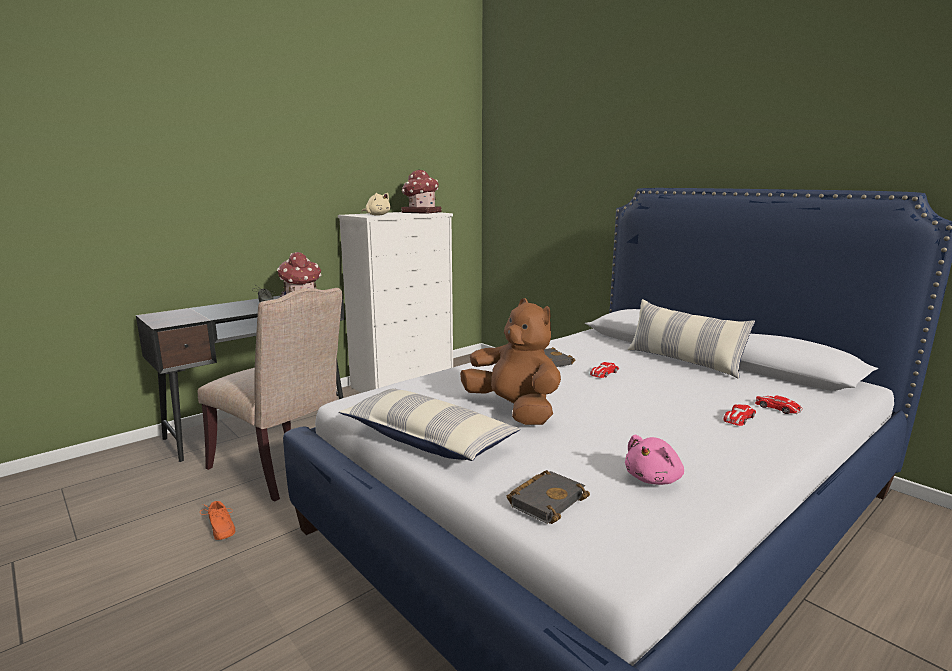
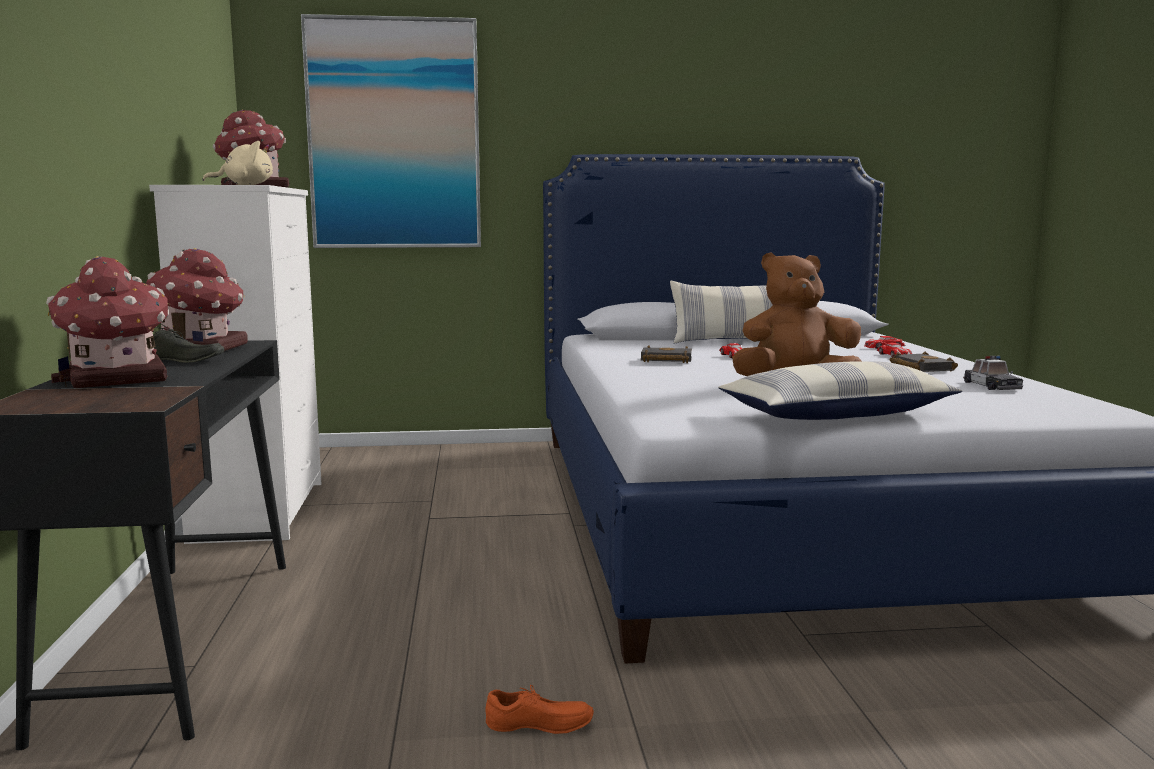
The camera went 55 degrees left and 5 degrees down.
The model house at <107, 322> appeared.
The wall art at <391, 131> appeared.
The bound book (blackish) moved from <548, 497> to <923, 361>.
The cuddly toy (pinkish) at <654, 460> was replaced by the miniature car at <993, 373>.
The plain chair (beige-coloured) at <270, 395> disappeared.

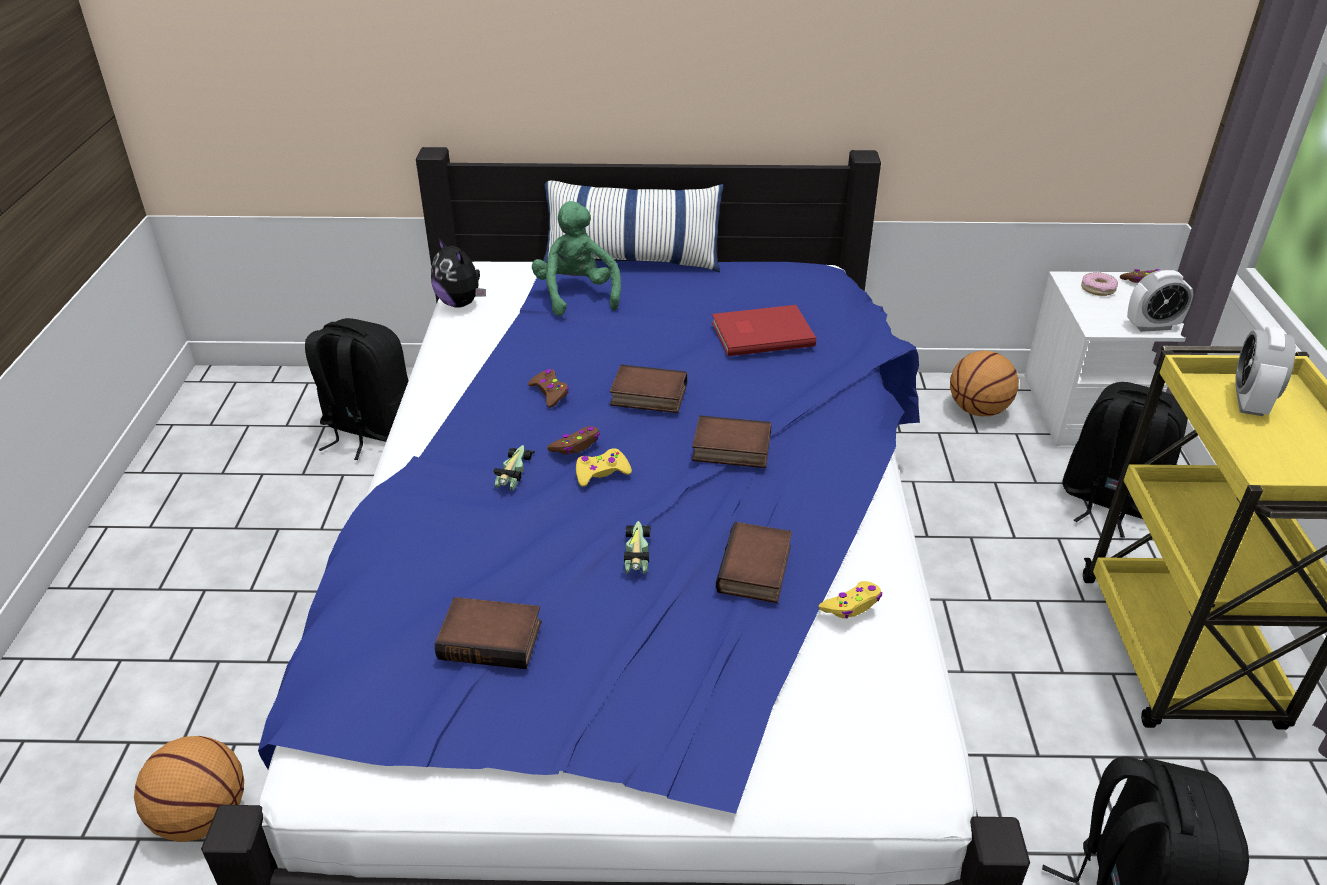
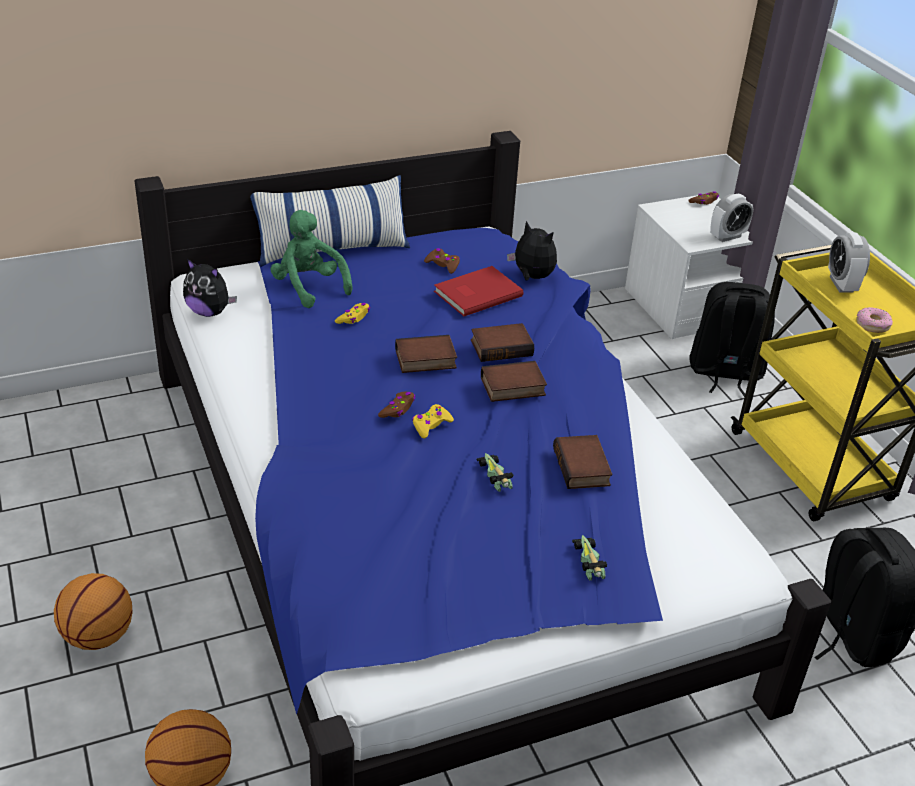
The camera went 25 degrees left and 0 degrees up.
The ball for basketball moved from <984, 383> to <93, 611>.
The joypad (yellowish) moved from <850, 600> to <352, 313>.
The joypad (brownish) moved from <548, 388> to <442, 261>.
The bound book moved from <488, 633> to <502, 342>.
The cuddly toy at <532, 250> appeared.
The miniature car moved from <514, 467> to <589, 557>.
The ring doughnut moved from <1099, 284> to <874, 320>.
The knapsack (blackish) at <357, 389> disappeared.

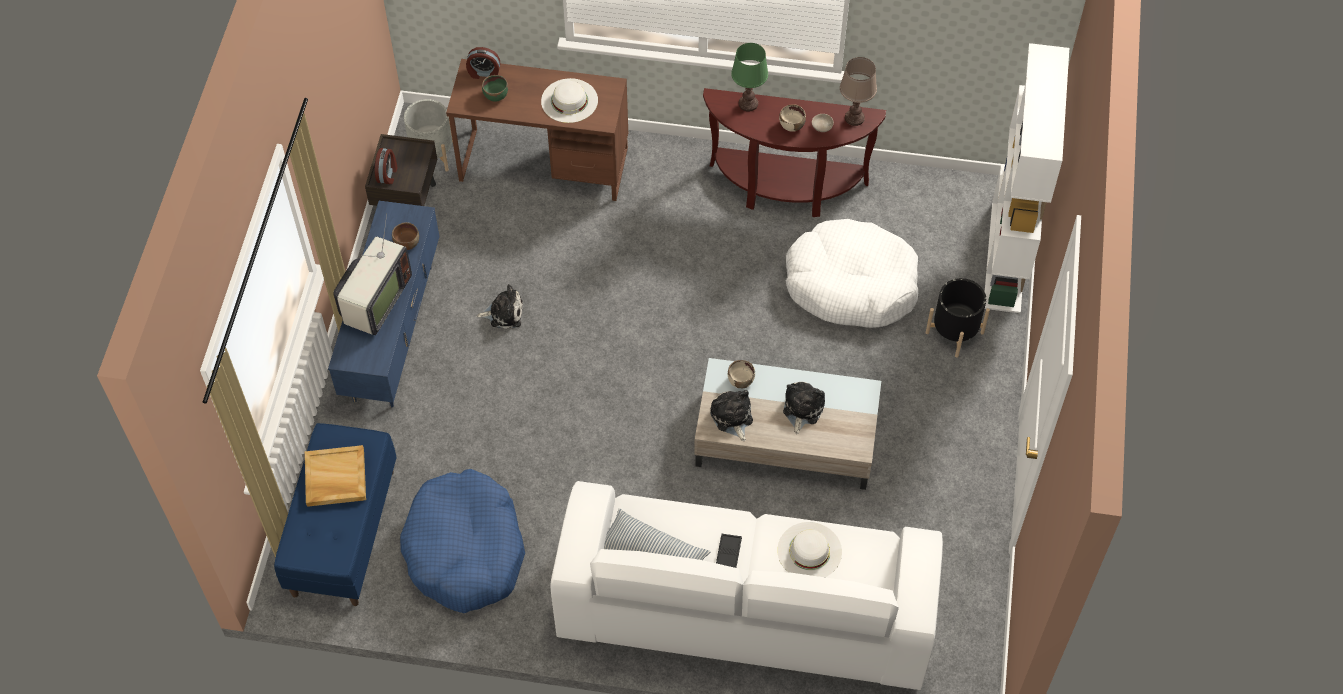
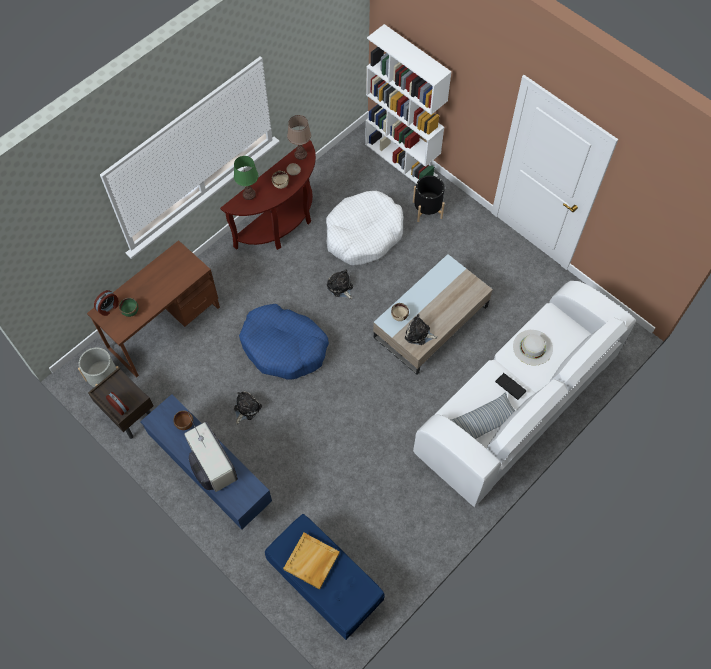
The camera went 55 degrees left and 5 degrees up.
The dog bed (blue) moved from <462, 541> to <284, 342>.
The cuddly toy moved from <804, 408> to <340, 284>.
The wearable hat (white-coloured) at <569, 100> disappeared.

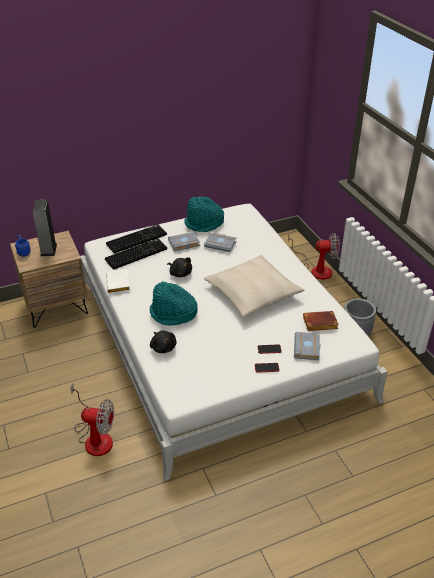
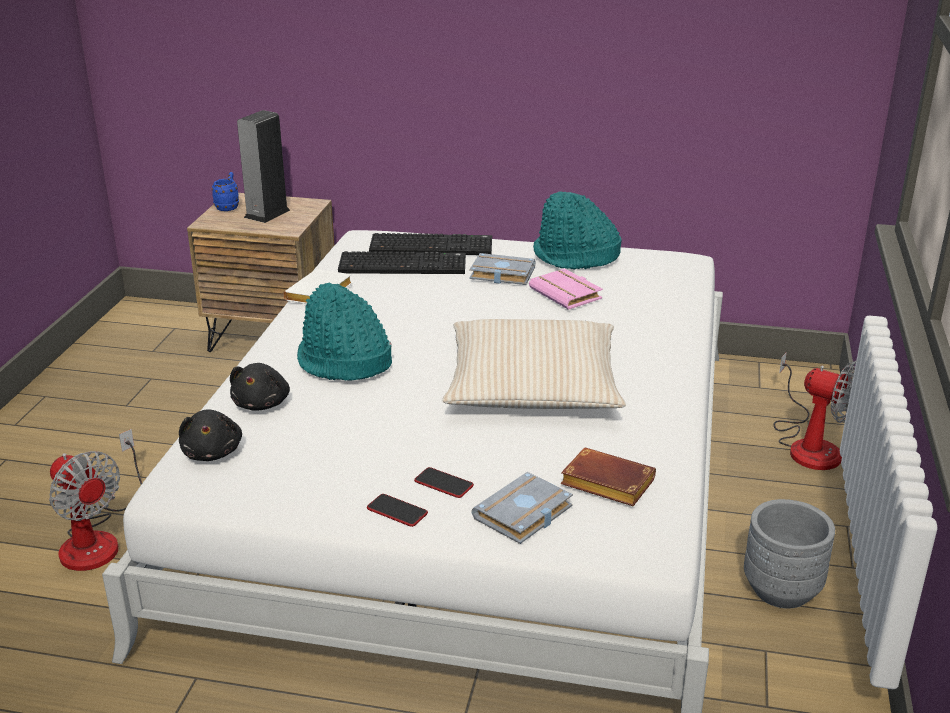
The camera went 35 degrees right and 10 degrees down.
The cuddly toy (blackish) moved from <179, 268> to <210, 435>.
The bound book (gray) at <220, 242> became the bound book (pinkish) at <566, 289>.

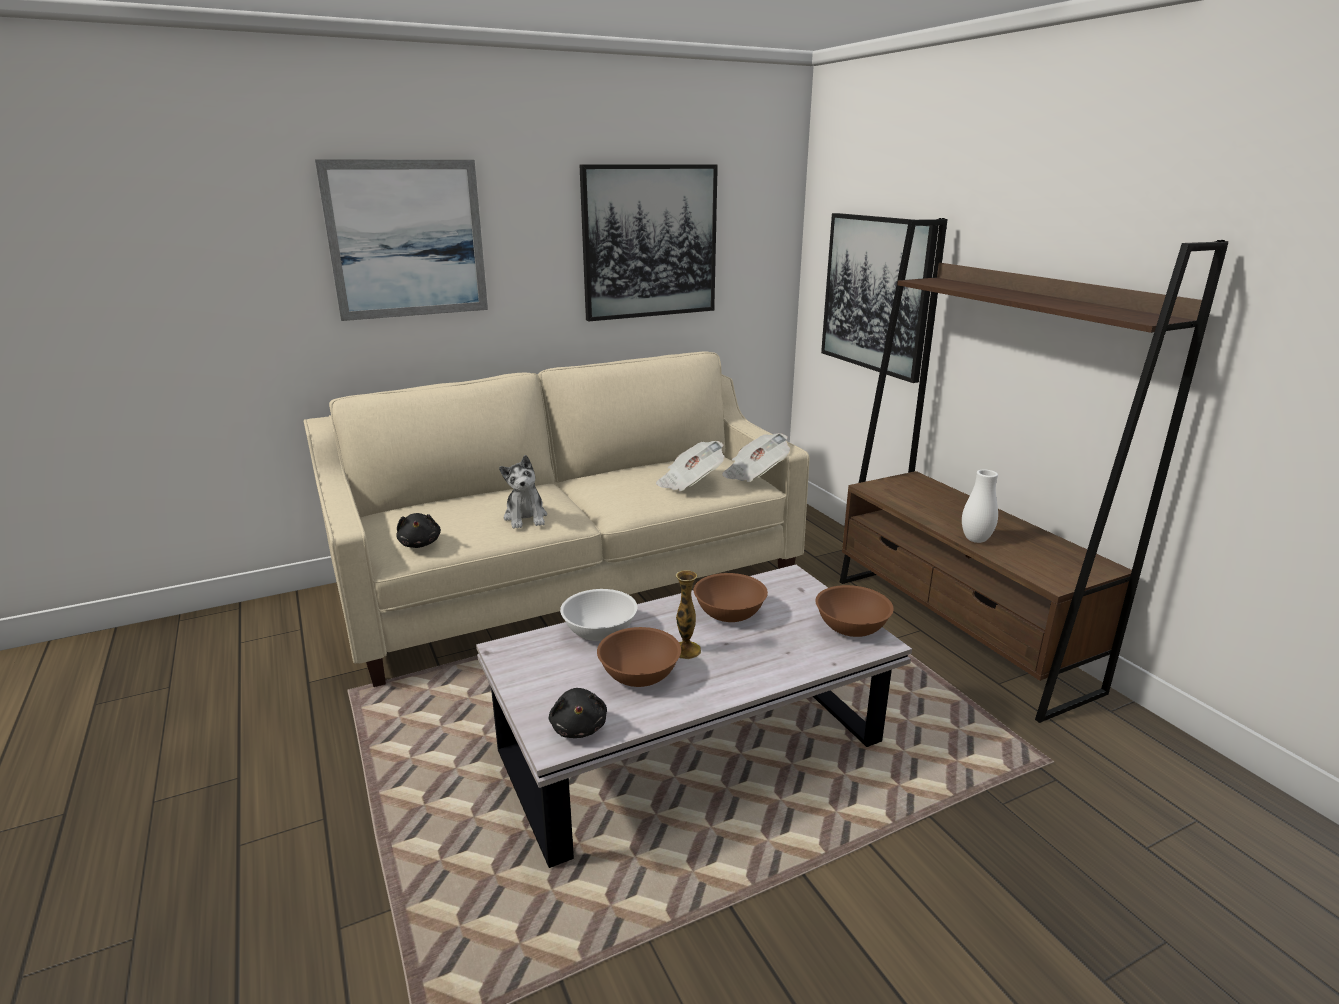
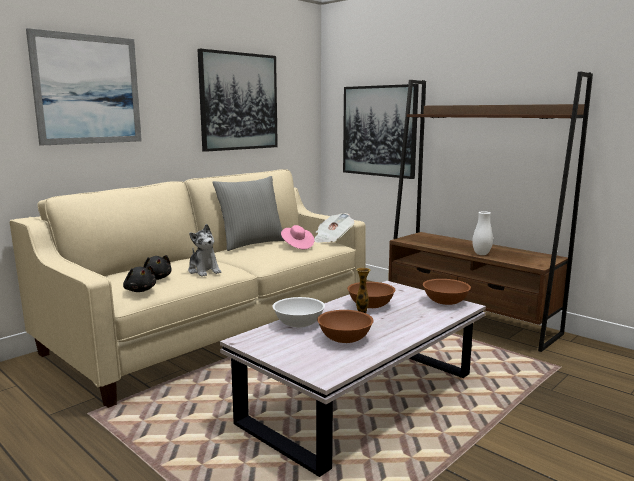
The camera went 20 degrees left and 10 degrees down.
The cuddly toy (blackish) moved from <578, 713> to <157, 267>.
The pillow (gray) at <248, 213> appeared.
The printed paper at <690, 466> was replaced by the wearable hat (pinkish) at <297, 237>.

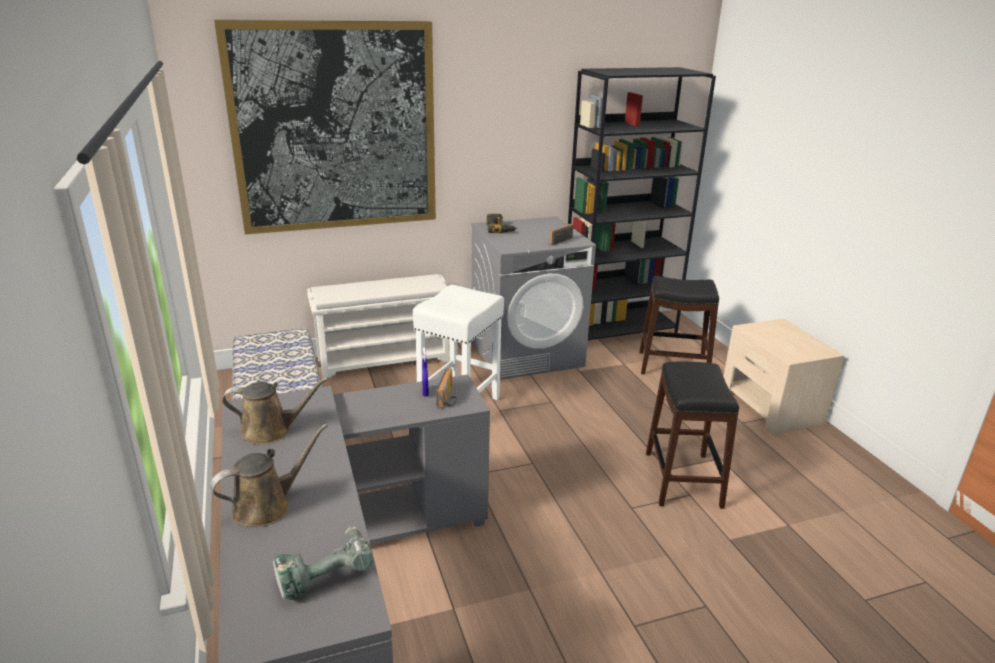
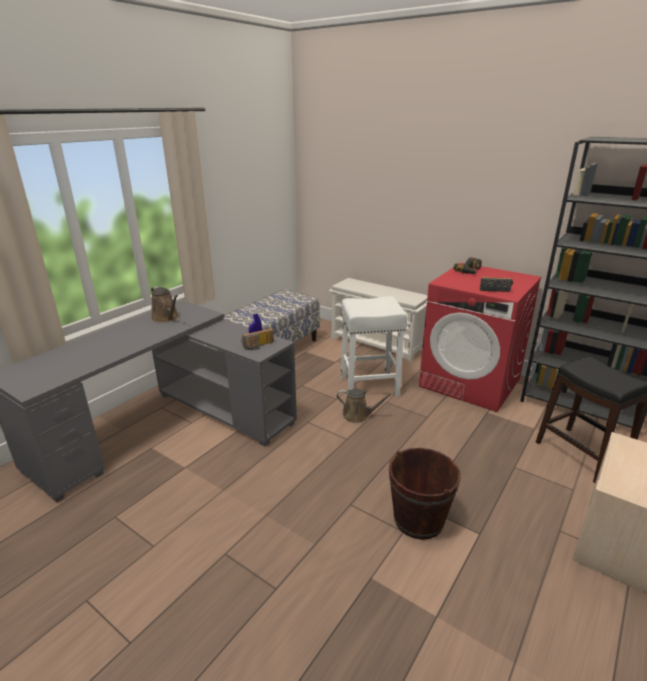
The camera went 55 degrees right and 0 degrees up.
The watering can (brownish) moved from <268, 475> to <365, 406>.
The stool seat (blackish) at <692, 435> was replaced by the water bucket (brownish) at <425, 494>.
The laundry machine (gray) at <533, 298> became the laundry machine (red-coloured) at <480, 337>.
The wall art at <325, 127> disappeared.
The electric drill at <323, 563> disappeared.

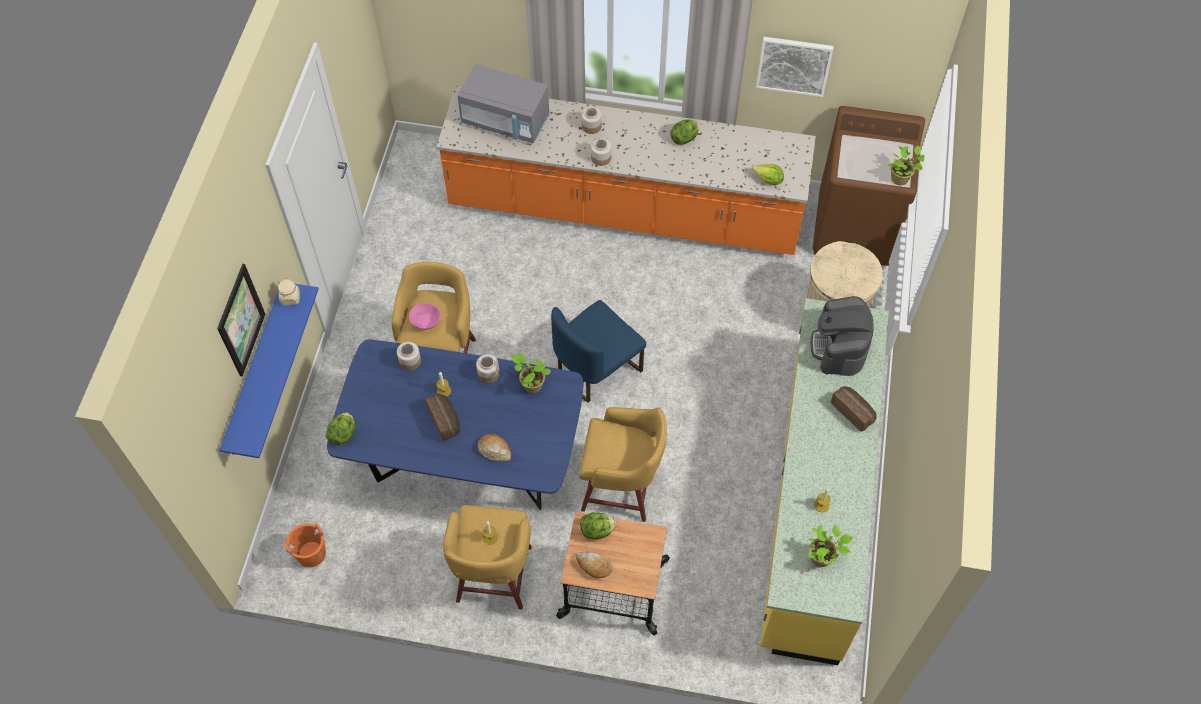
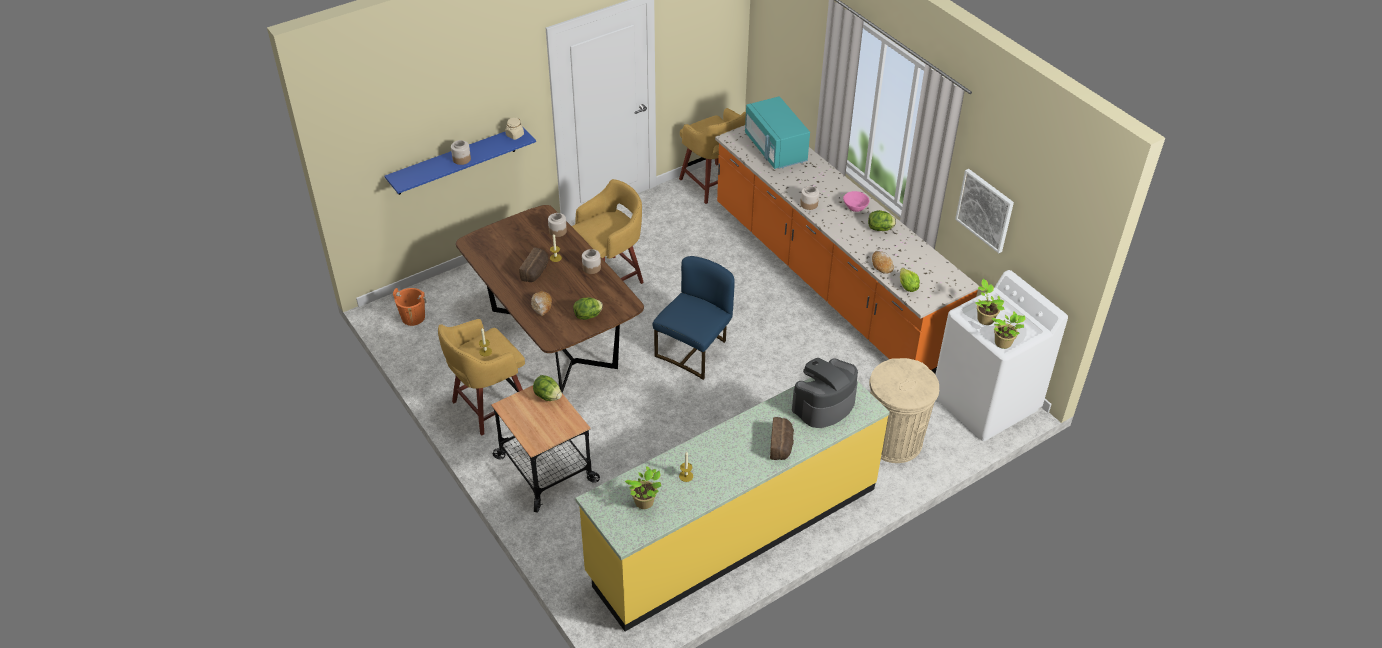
The camera went 45 degrees right and 15 degrees down.
The storage jar moved from <591, 120> to <461, 152>.
The kitchen table (blue) at <455, 424> became the kitchen table (brownish) at <550, 299>.
The head of lettuce moved from <341, 428> to <588, 309>.
The plain chair (blue) at <598, 351> turned 120 degrees clockwise.
The stool seat (yellowish) moved from <623, 464> to <712, 156>.
The microwave (gray) at <503, 103> became the microwave (turquoise-coloured) at <777, 132>.
The bowl (pinkish) moved from <425, 316> to <856, 201>.
The baked bread moved from <594, 564> to <883, 262>.
The laundry machine (brownish) at <868, 186> became the laundry machine (white-coloured) at <1001, 355>.
The plant in a pot moved from <531, 373> to <990, 302>.
The wall art at <241, 320> disappeared.

